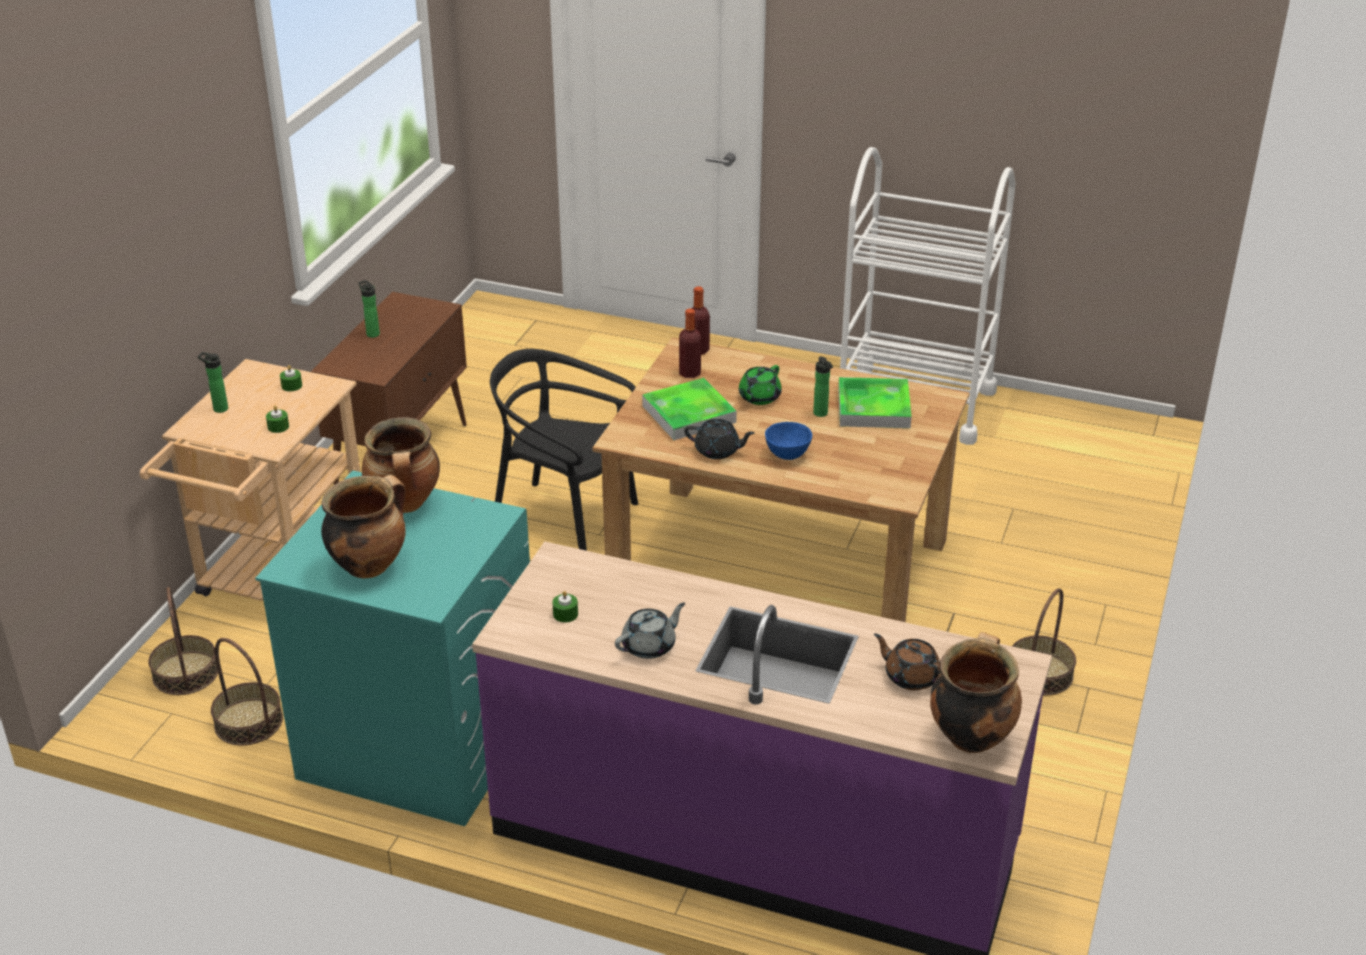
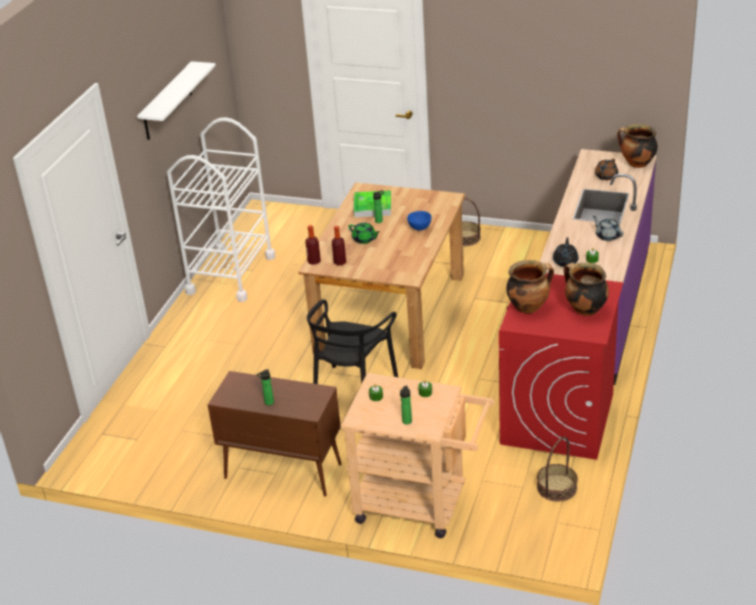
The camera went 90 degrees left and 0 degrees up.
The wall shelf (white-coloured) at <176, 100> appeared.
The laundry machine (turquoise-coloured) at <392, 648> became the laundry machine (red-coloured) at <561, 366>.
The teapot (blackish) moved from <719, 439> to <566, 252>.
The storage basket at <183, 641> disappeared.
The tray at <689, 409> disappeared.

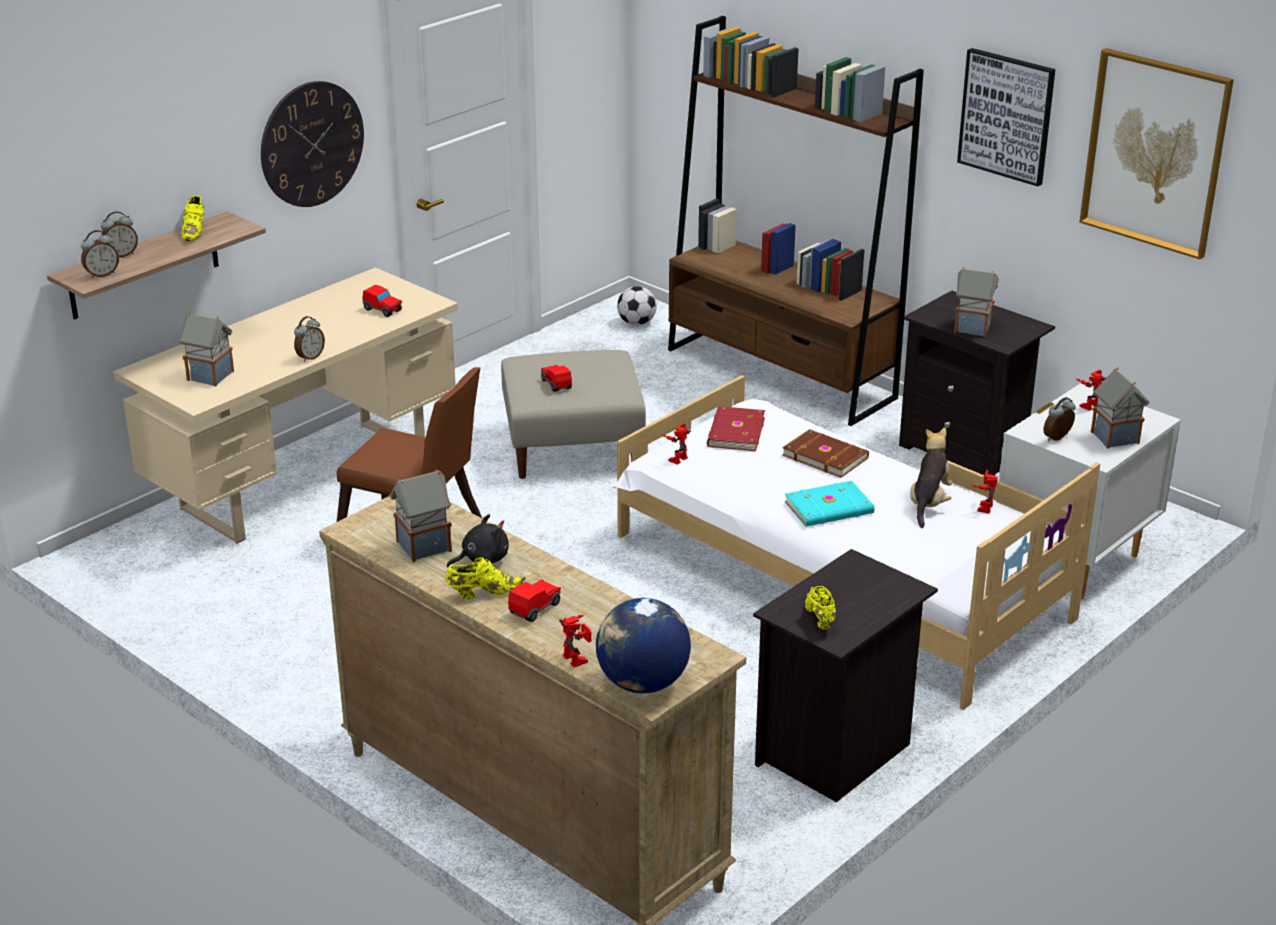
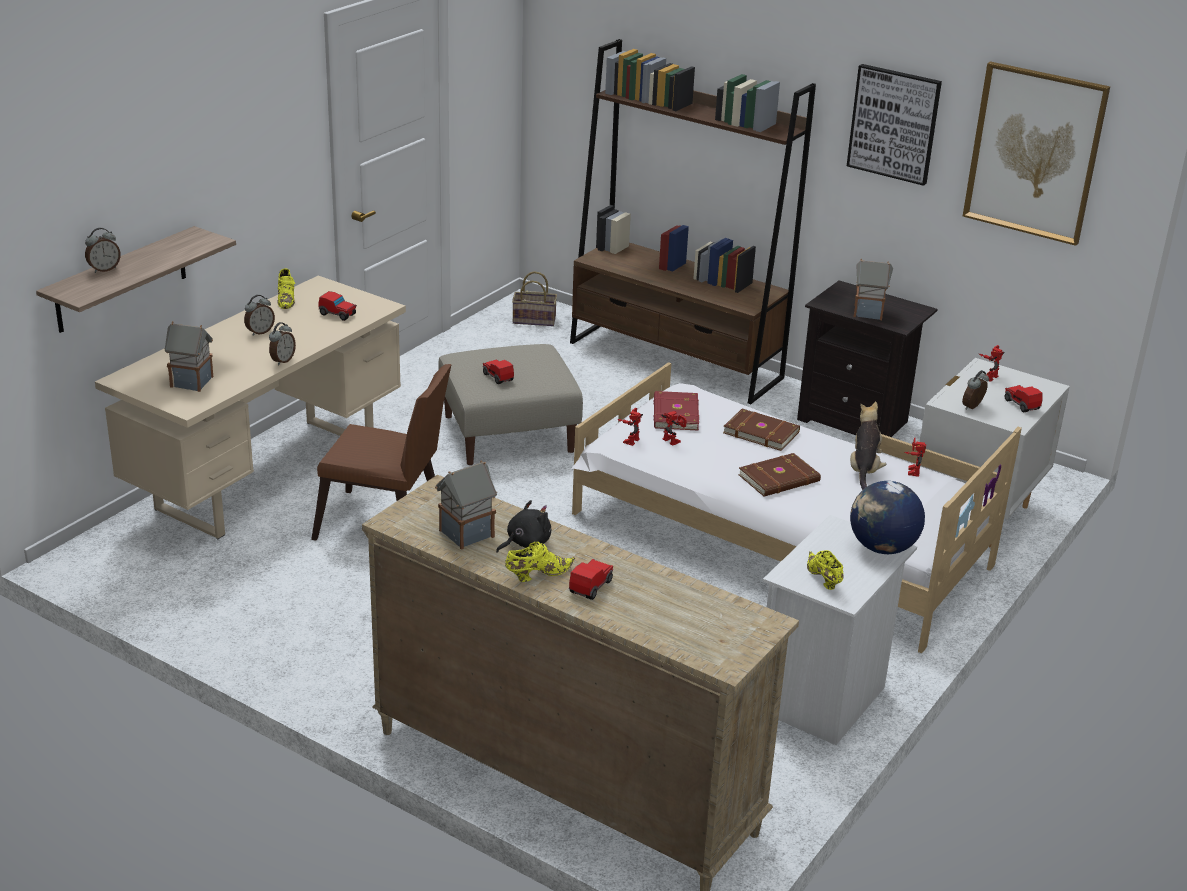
The camera went 10 degrees left and 0 degrees up.
The table clock moved from <100, 254> to <259, 315>.
The item of footwear (yellowish) moved from <192, 218> to <286, 288>.
The football ball at <637, 306> was replaced by the storage basket at <534, 298>.
The robot figure moved from <575, 641> to <674, 428>.
The bound book (turquoise-coloured) at <829, 504> became the bound book (brownish) at <779, 475>.
The nightstand (blackish) at <845, 675> became the nightstand (white-coloured) at <840, 630>.
The world globe moved from <643, 645> to <887, 517>.
The model house at <1120, 408> was replaced by the miniature car at <1024, 398>.
The hanging clock at <312, 144> disappeared.

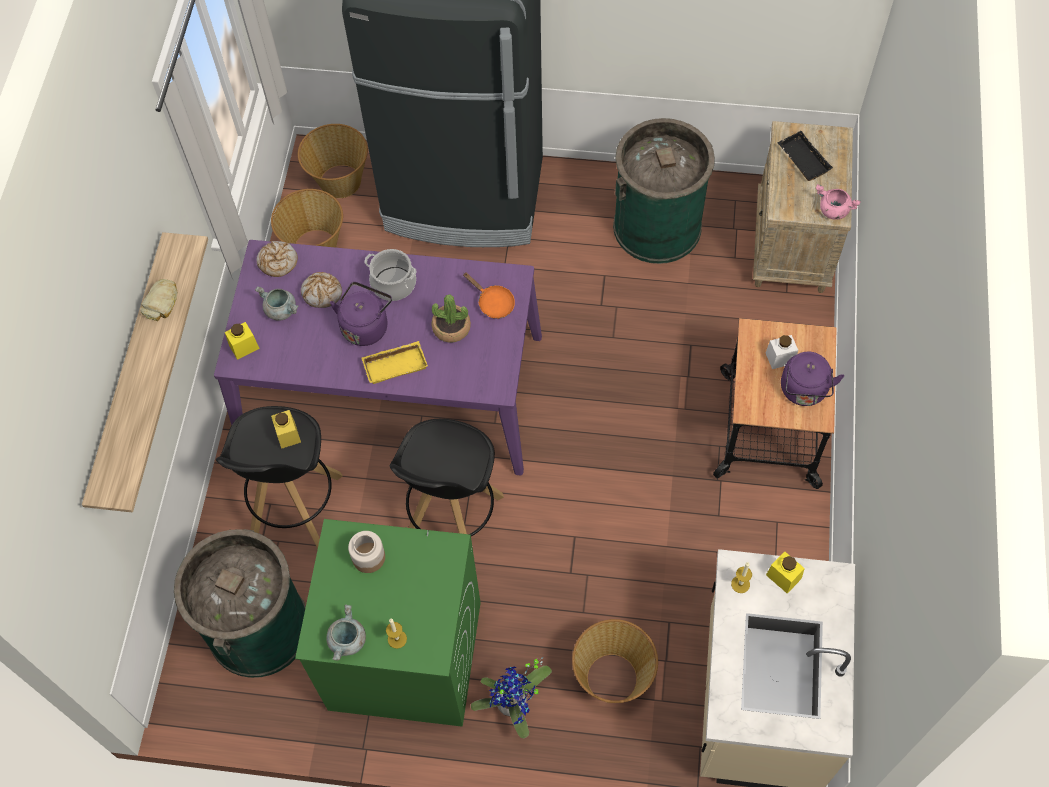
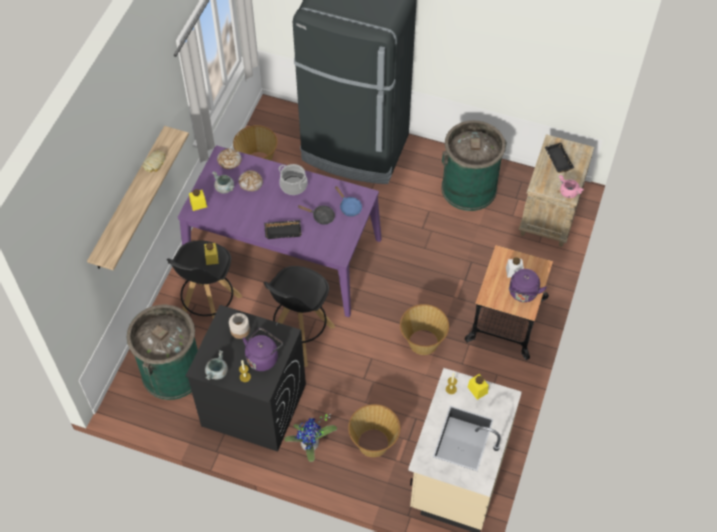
The camera went 10 degrees right and 5 degrees down.
The laundry machine (green-coloured) at <388, 623> became the laundry machine (blackish) at <246, 378>.
The kettle (purple) moved from <361, 314> to <262, 349>.
The tray (yellowish) at <395, 362> became the tray (blackish) at <283, 229>.
The plant in a pot at <451, 318> was replaced by the pan (blackish) at <316, 215>.
The pan (orange) at <489, 295> became the pan (blue) at <348, 201>.
The storage basket moved from <333, 161> to <424, 329>.

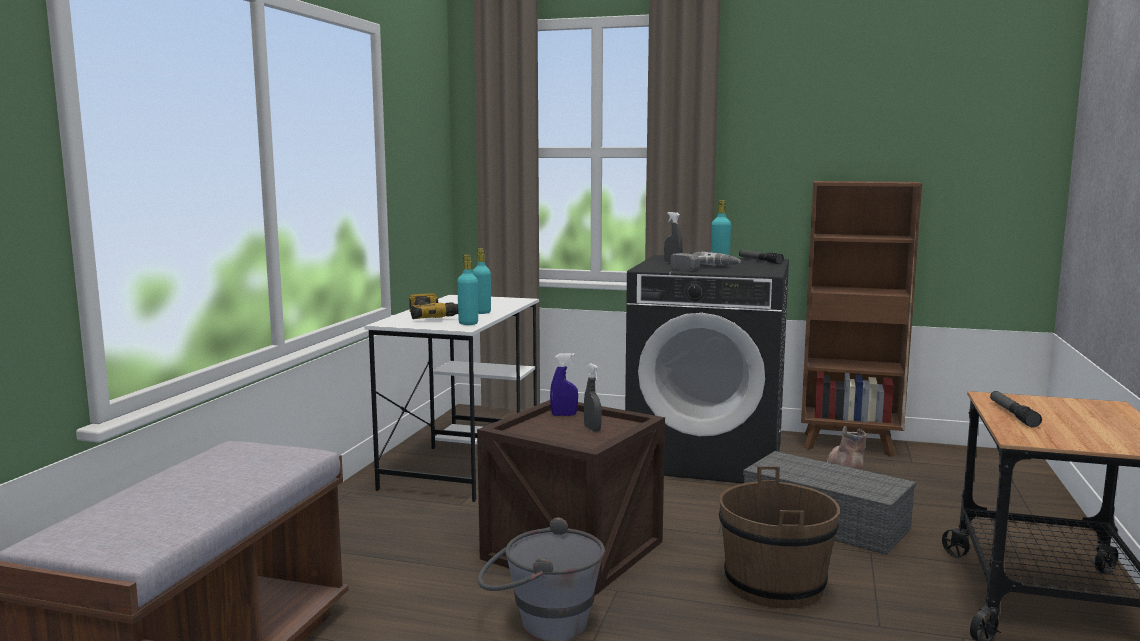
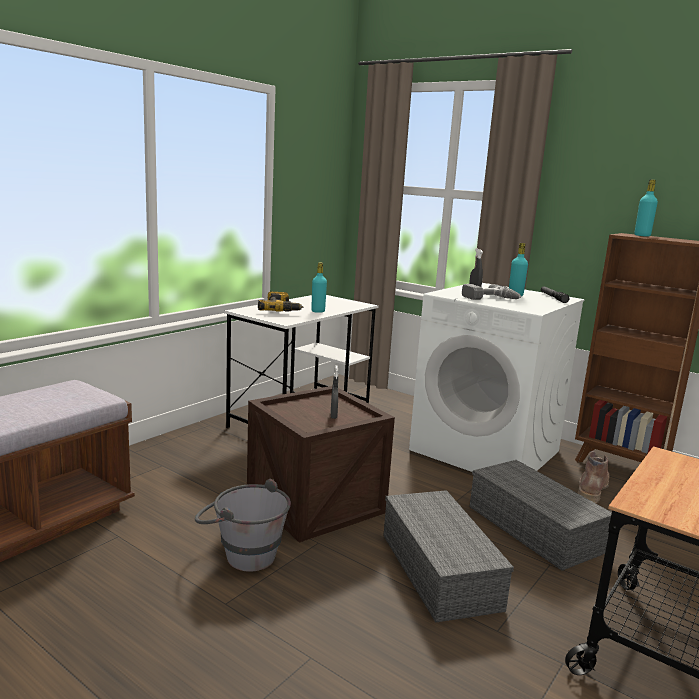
The camera went 20 degrees right and 5 degrees up.
The water bucket (brownish) at <779, 537> was replaced by the storage container (gray) at <448, 556>.
The laundry machine (blackish) at <707, 369> became the laundry machine (white-coloured) at <497, 377>.
The beverage bottle (turquoise-coloured) moved from <467, 290> to <646, 208>.
The sprayer (blue) at <564, 384> disappeared.
The torch at <1016, 409> disappeared.

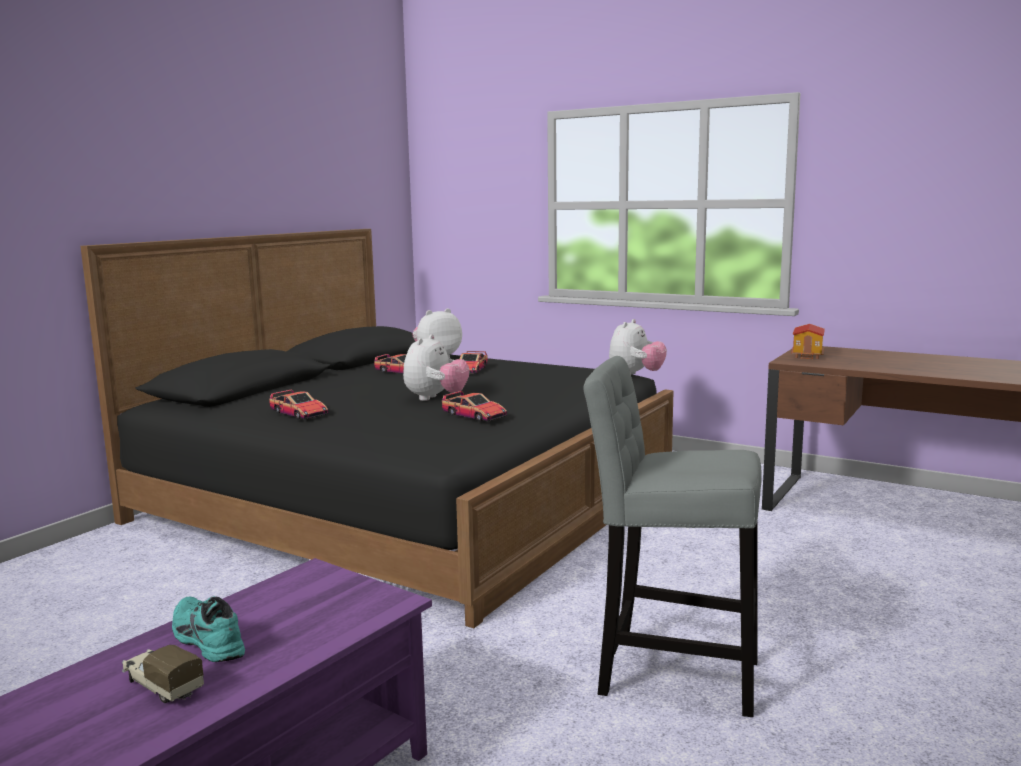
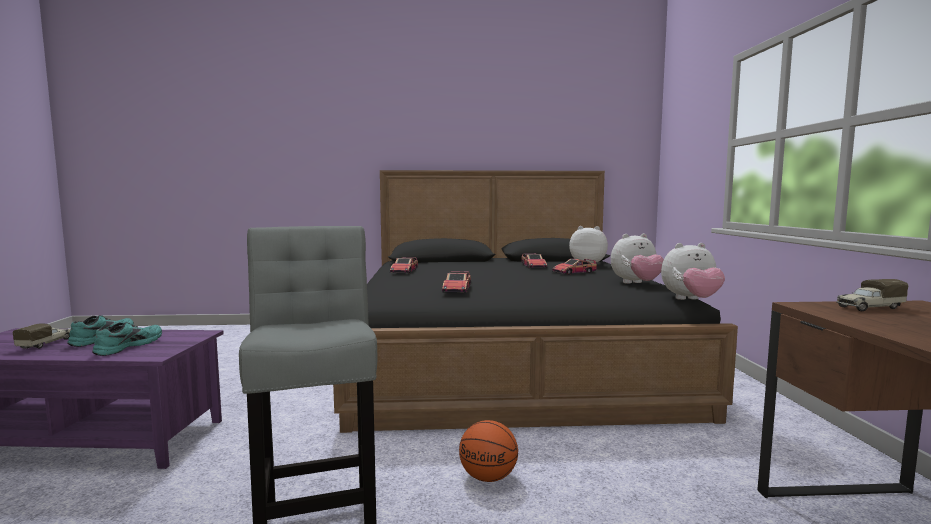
The camera went 55 degrees right and 5 degrees down.
The item of footwear (turquoise-coloured) at <127, 339> appeared.
The ball for basketball at <488, 451> appeared.
The cuddly toy moved from <436, 367> to <637, 258>.
The model house at <808, 342> was replaced by the model truck at <872, 295>.

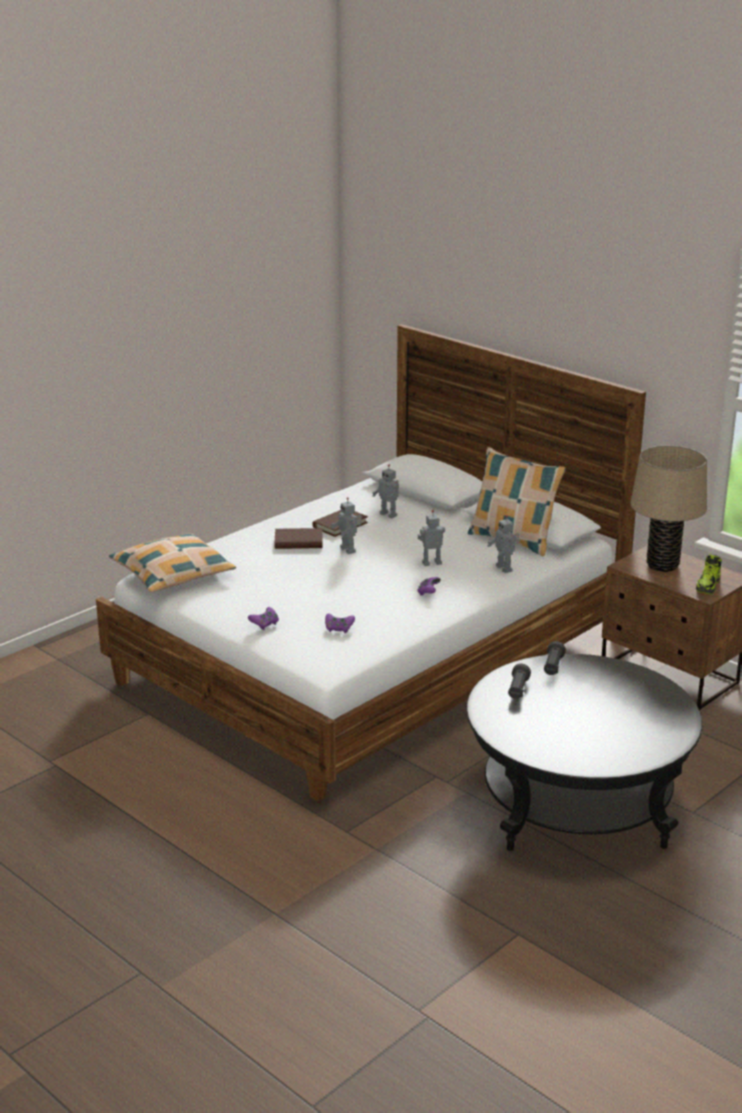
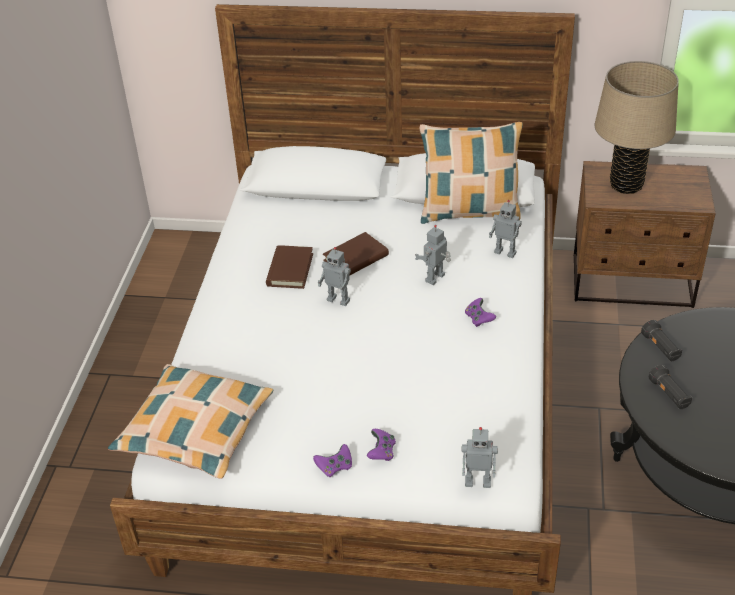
The camera went 35 degrees left and 15 degrees up.
The joypad (purple) moved from <340, 623> to <332, 460>.
The bound book (brownish) moved from <298, 538> to <356, 254>.
The robot figure moved from <385, 491> to <479, 457>.
The item of footwear at <709, 574> disappeared.

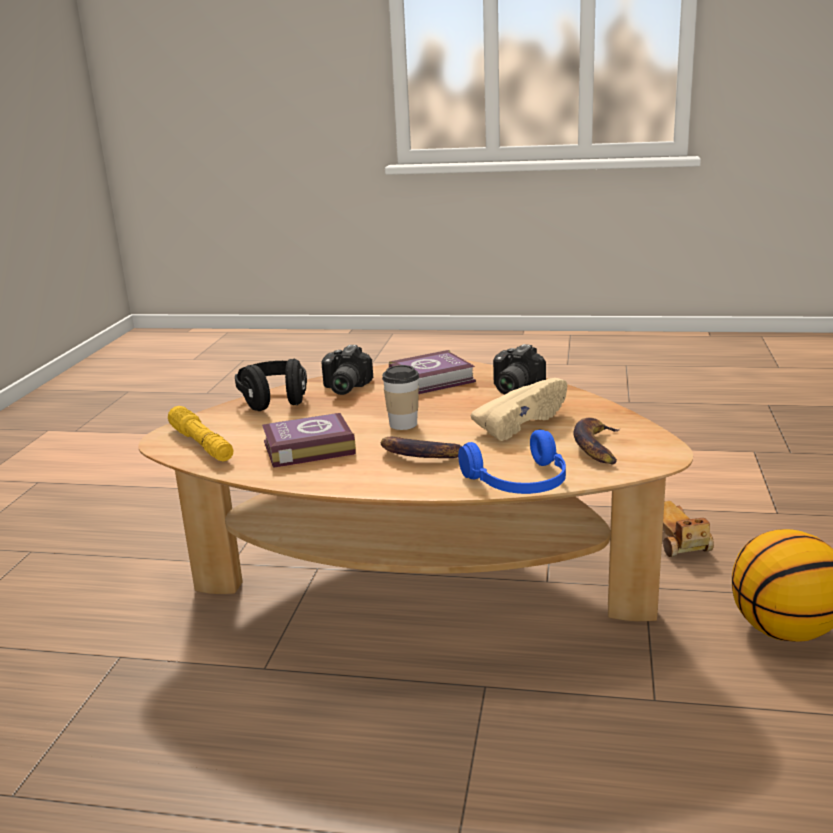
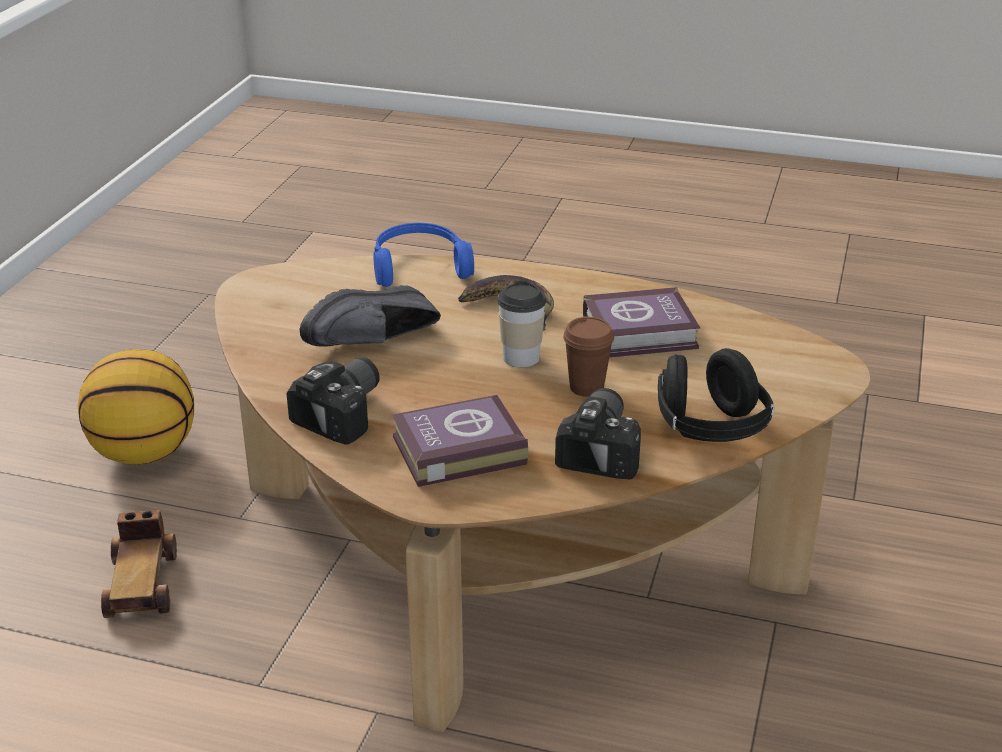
The camera went 175 degrees left and 10 degrees up.
The item of footwear (beige-coloured) at <518, 409> became the item of footwear (blackish) at <370, 315>.
The cup (brownish) at <588, 357> appeared.
The torch (yellowish) at <200, 433> disappeared.
The banana at <597, 441> disappeared.

